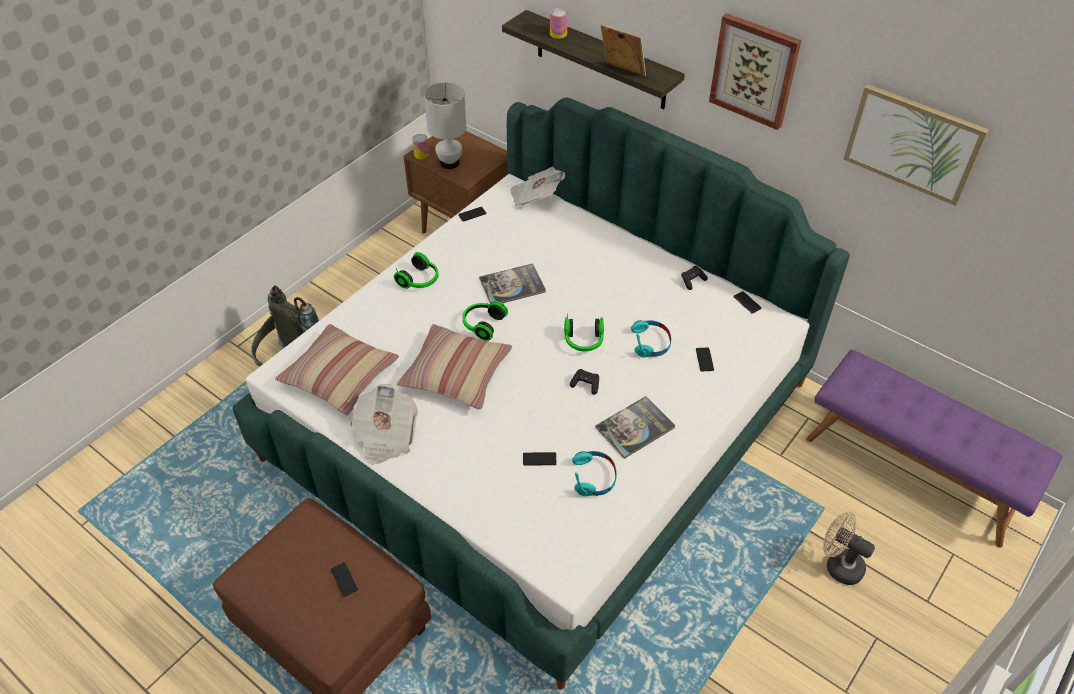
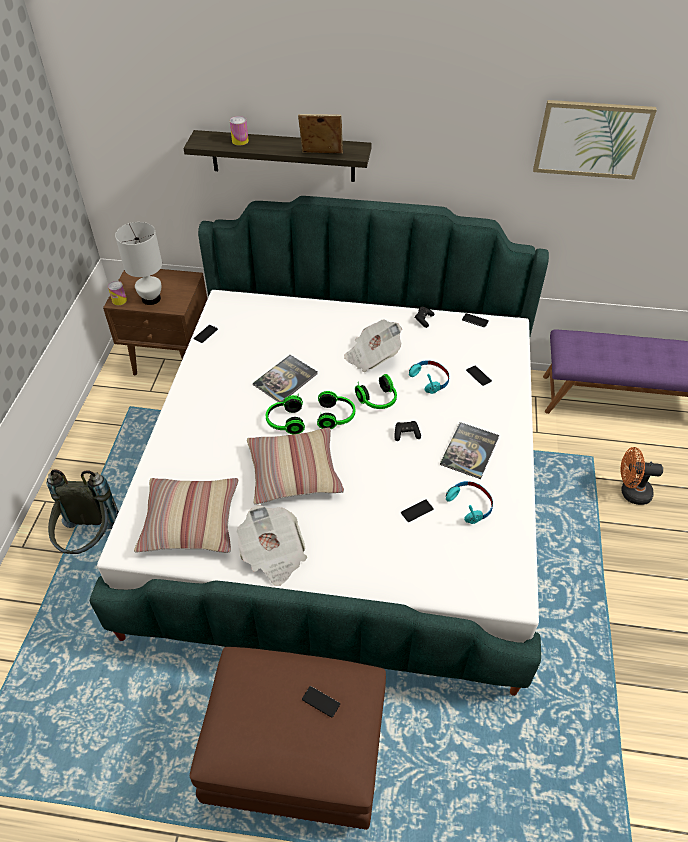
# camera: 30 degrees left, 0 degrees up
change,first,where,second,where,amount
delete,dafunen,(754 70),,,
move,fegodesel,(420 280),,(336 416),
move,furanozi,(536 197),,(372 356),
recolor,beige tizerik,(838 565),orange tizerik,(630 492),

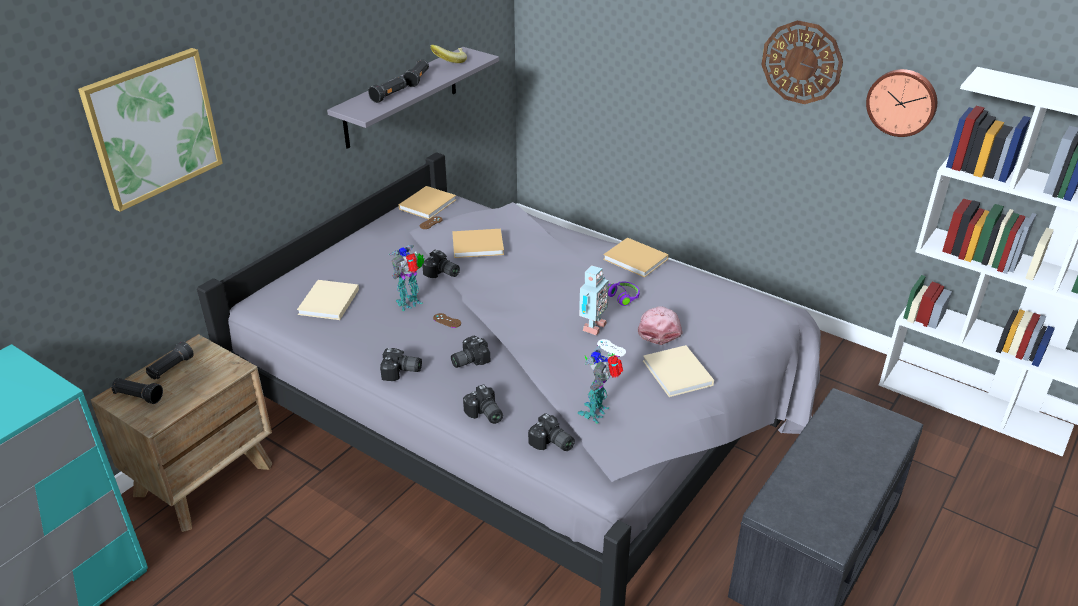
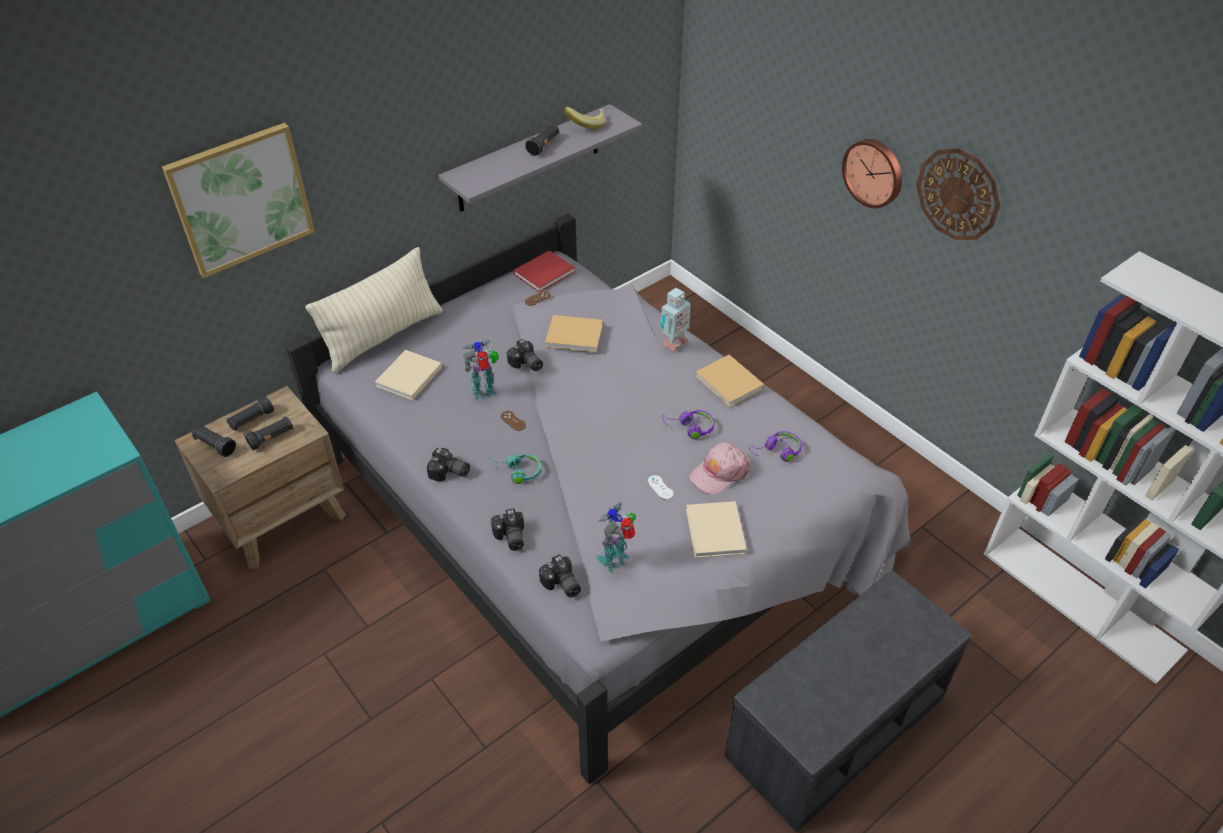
# camera: 15 degrees right, 10 degrees up
change,first,where,second,where,amount
insert,,,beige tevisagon,(383 336),
insert,,,purple fegodesel,(777 451),
move,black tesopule,(389 96),,(271 438),
move,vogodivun,(592 327),,(673 343),
move,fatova,(902 102),,(874 172),
replace,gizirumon,(468 360),turquoise fegodesel,(517 471),
recolor,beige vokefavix,(428 204),red vokefavix,(545 272),
rotate,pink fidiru,(659 328),,(719 473),150 degrees counterclockwise

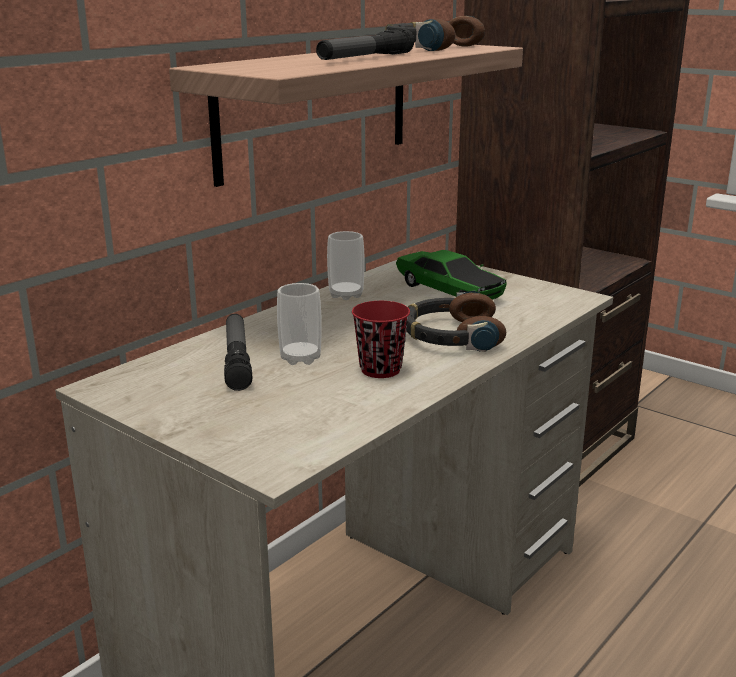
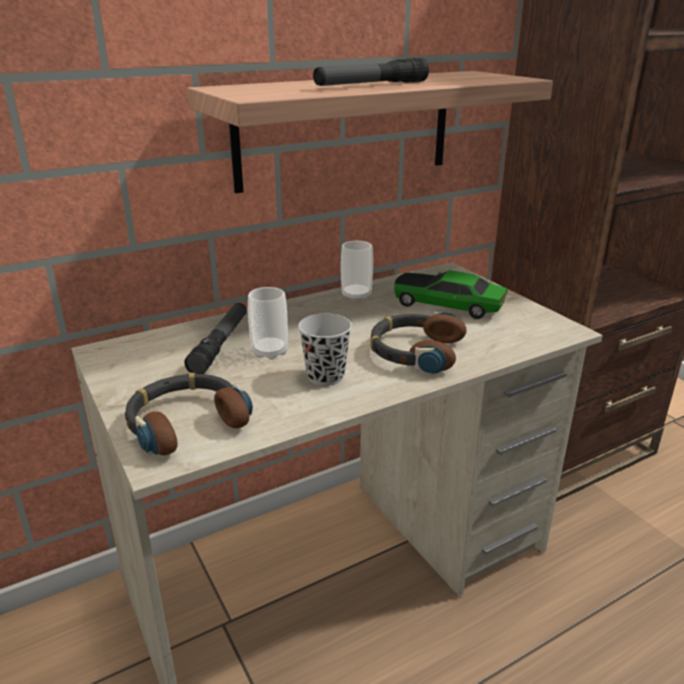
# camera: 20 degrees right, 5 degrees up
change,first,where,second,where,amount
move,fegodesel,(430 47),,(186 422),
recolor,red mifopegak,(380 370),black mifopegak,(325 376),
rotate,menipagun,(449 291),,(447 306),135 degrees clockwise

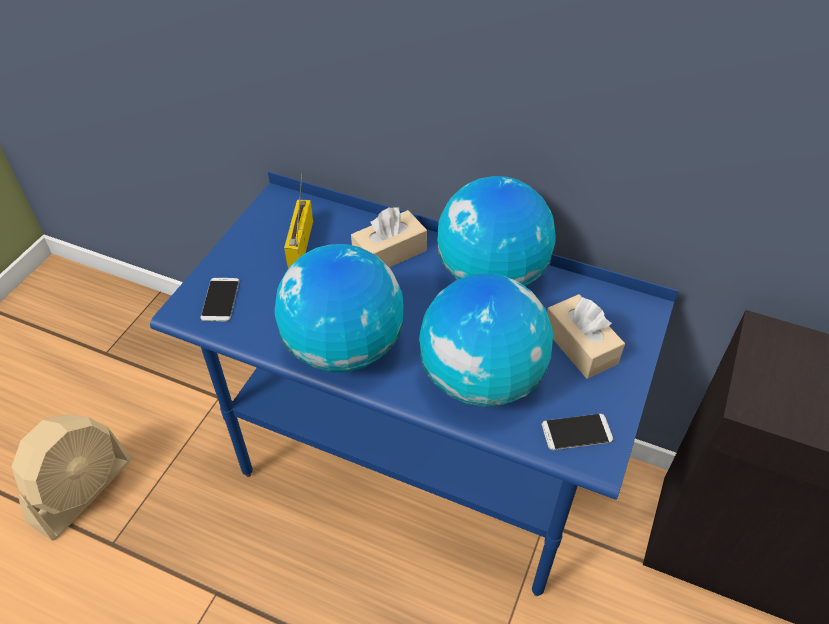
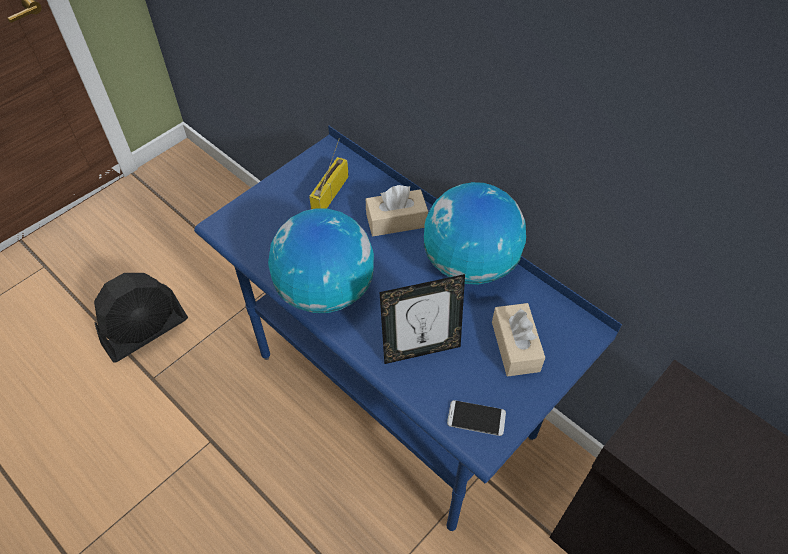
# camera: 20 degrees right, 5 degrees up
change,first,where,second,where,amount
delete,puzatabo,(220 300),,,
replace,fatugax,(481 379),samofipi,(421 349),
recolor,beige tizerik,(82 490),black tizerik,(146 331),

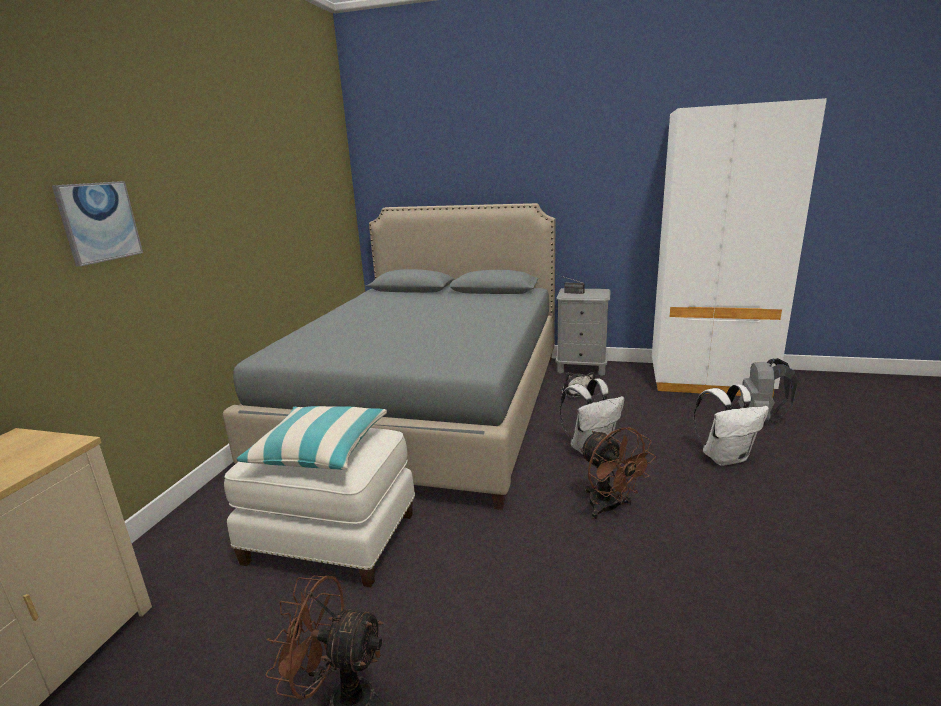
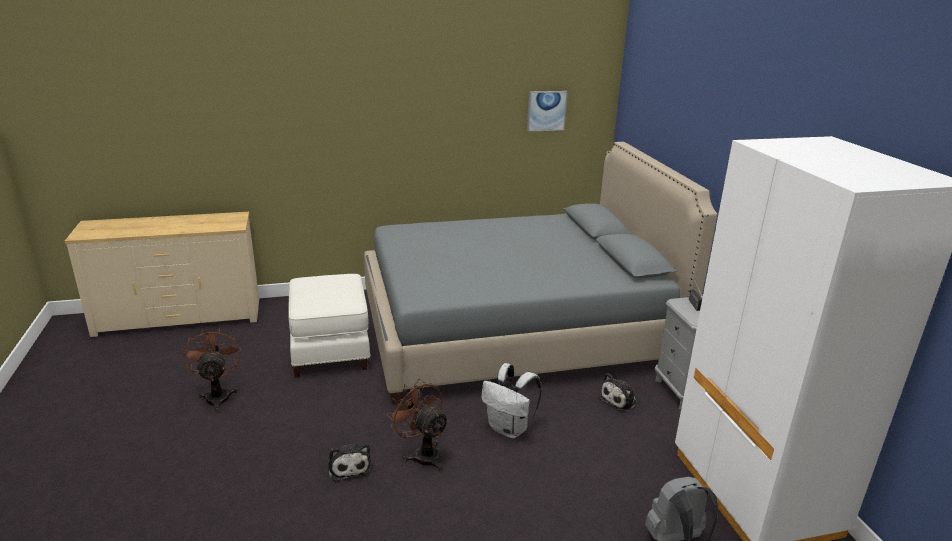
# camera: 60 degrees right, 5 degrees up
change,first,where,second,where,amount
delete,tevisagon,(319 450),,,
delete,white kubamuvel,(725 457),,,
insert,,,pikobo,(348 466),
move,dafunen,(99 222),,(546 111),
rotate,brown tizerik,(609 508),,(422 454),105 degrees clockwise

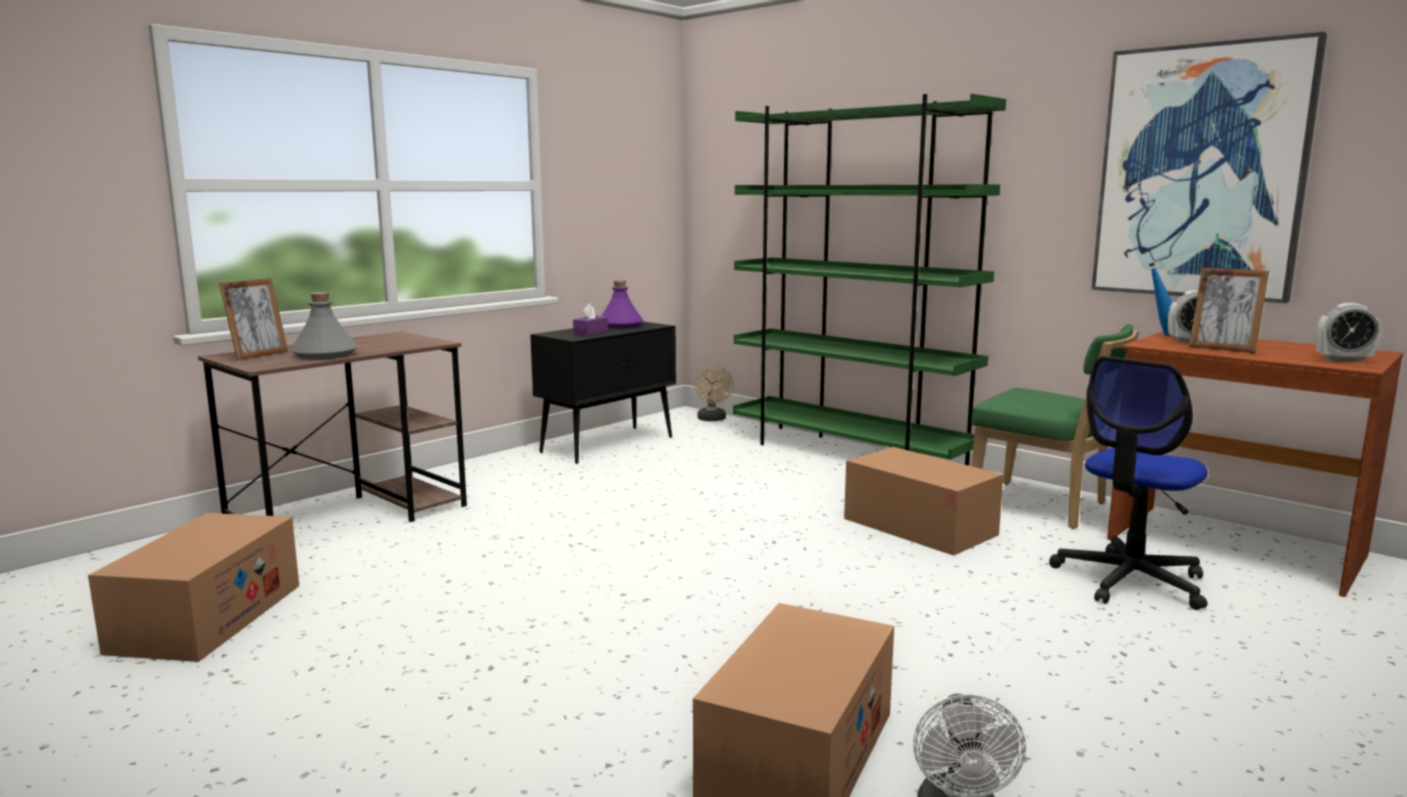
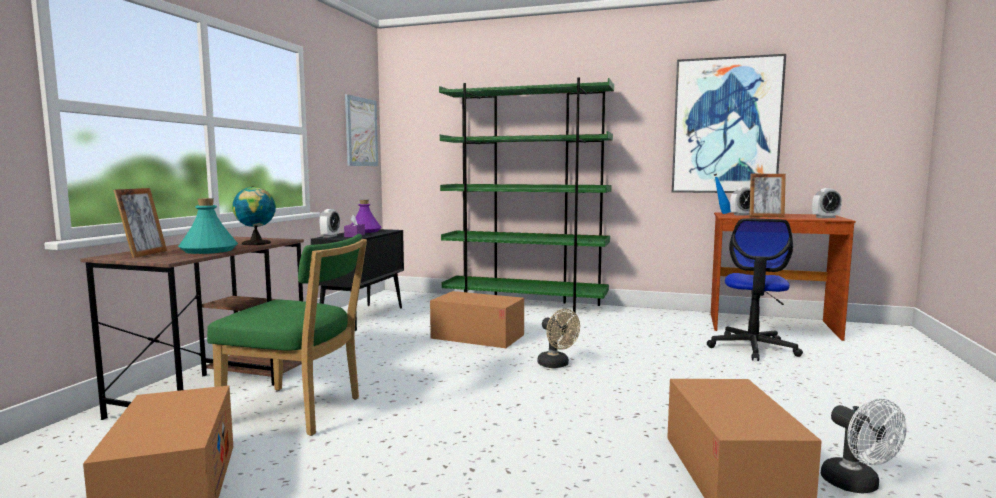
# camera: 25 degrees left, 5 degrees down
change,first,where,second,where,amount
insert,,,fatugax,(256 243),
insert,,,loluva,(330 236),
insert,,,dafunen,(361 132),
move,beige tizerik,(713 419),,(556 365),
move,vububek,(919 526),,(477 336),
move,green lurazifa,(1044 507),,(298 412),
recolor,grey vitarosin,(324 355),turquoise vitarosin,(208 250),

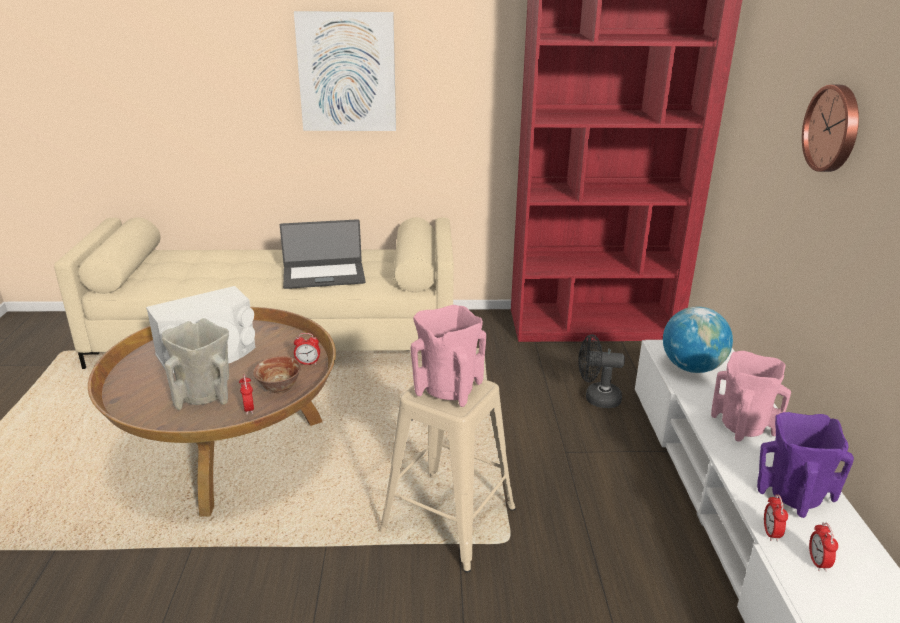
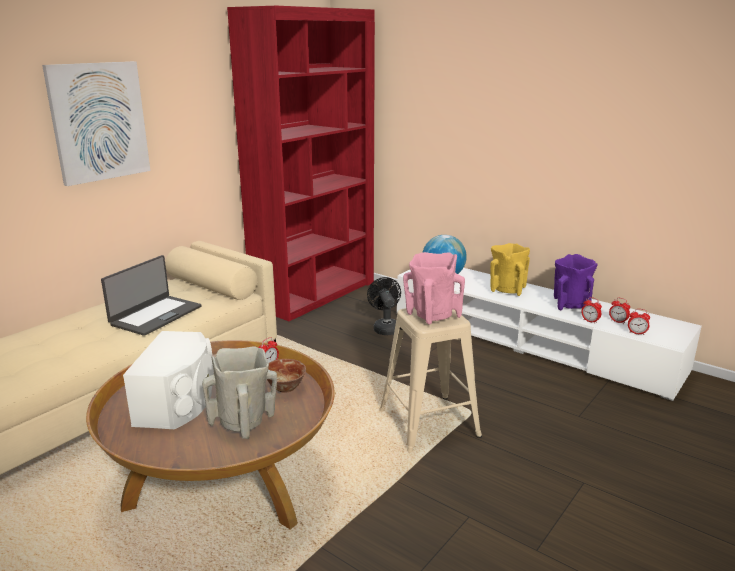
# camera: 50 degrees left, 5 degrees down
change,first,where,second,where,amount
delete,fatova,(833 128),,,
move,loluva,(249 409),,(636 333),
recolor,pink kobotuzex,(743 426),yellow kobotuzex,(507 290),
rotate,black tizerik,(596 398),,(385 328),120 degrees clockwise

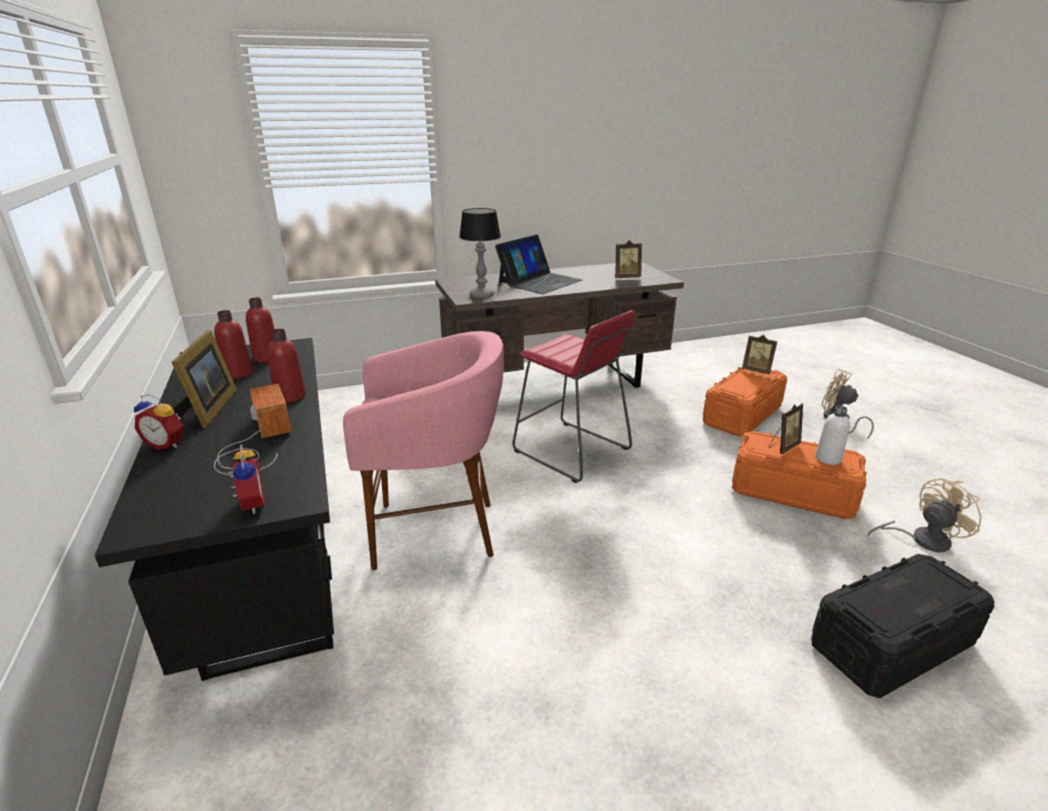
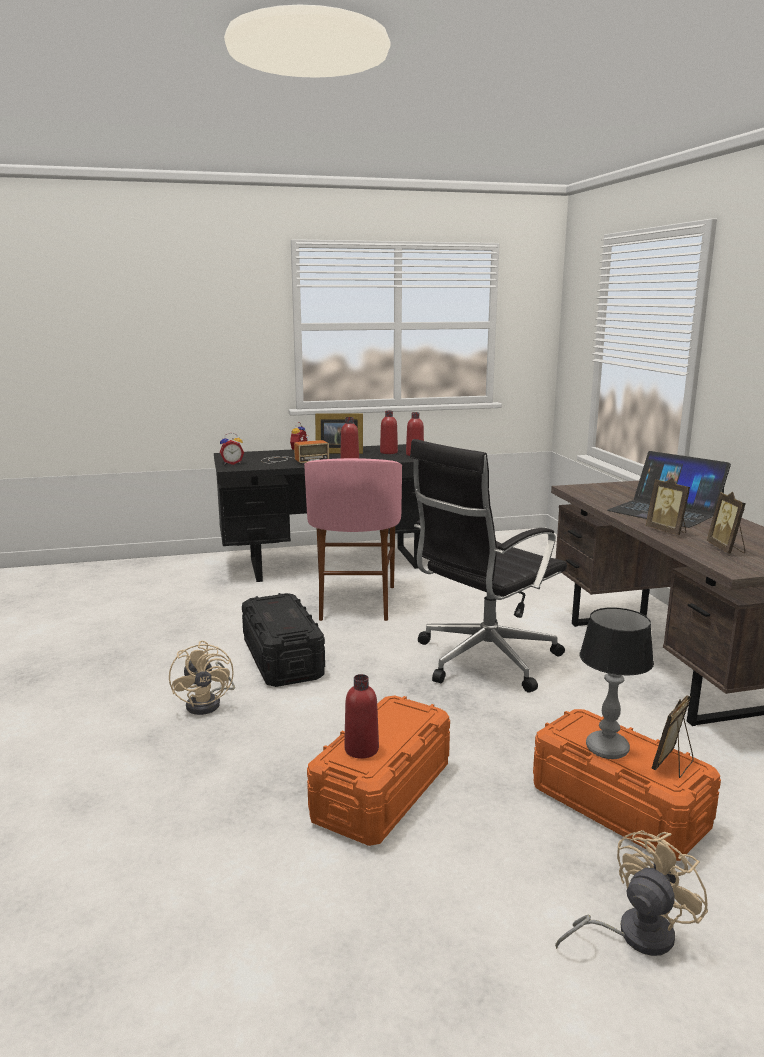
# camera: 95 degrees right, 10 degrees down
change,first,where,second,where,amount
move,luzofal,(481 296),,(606 748),
move,samofipi,(783 447),,(667 531),
move,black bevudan,(890 644),,(282 658),
move,beige tizerik,(921 540),,(209 703),
replace,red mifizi,(571 451),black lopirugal,(483 660),
recolor,white vitarosin,(828 458),red vitarosin,(361 749),

